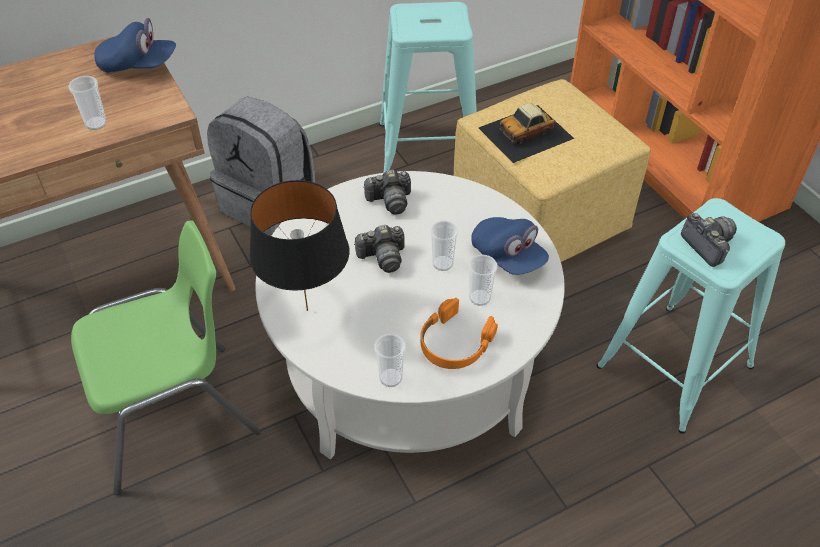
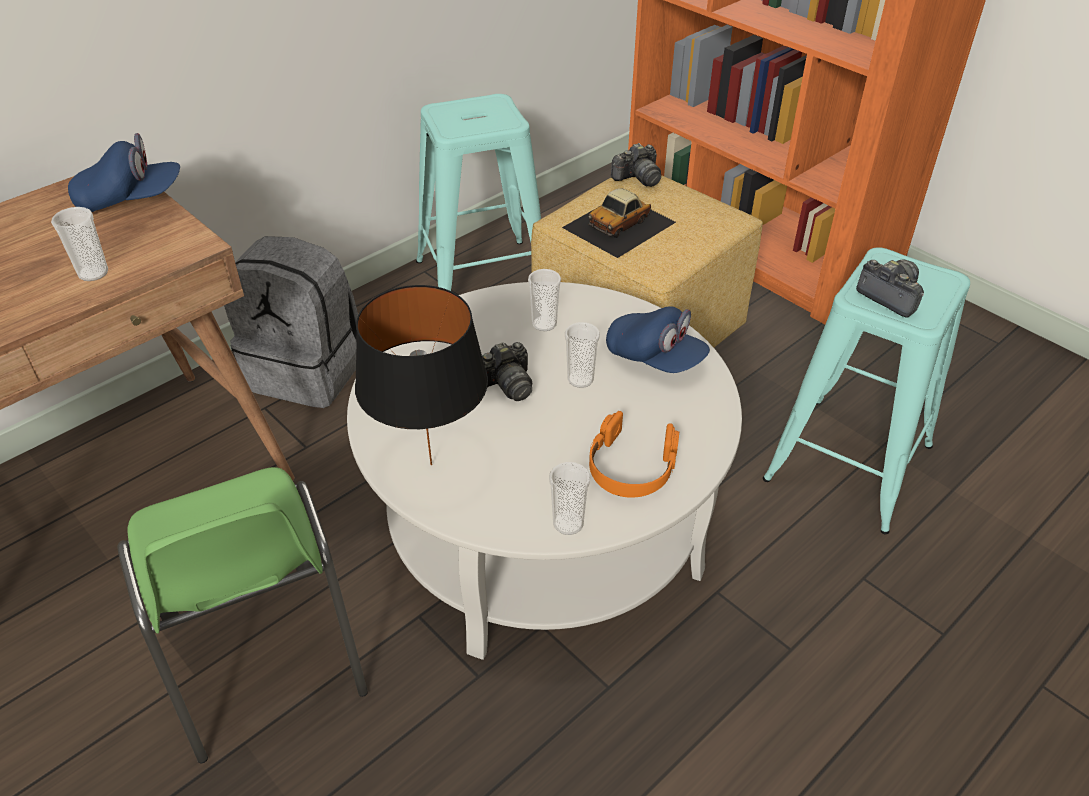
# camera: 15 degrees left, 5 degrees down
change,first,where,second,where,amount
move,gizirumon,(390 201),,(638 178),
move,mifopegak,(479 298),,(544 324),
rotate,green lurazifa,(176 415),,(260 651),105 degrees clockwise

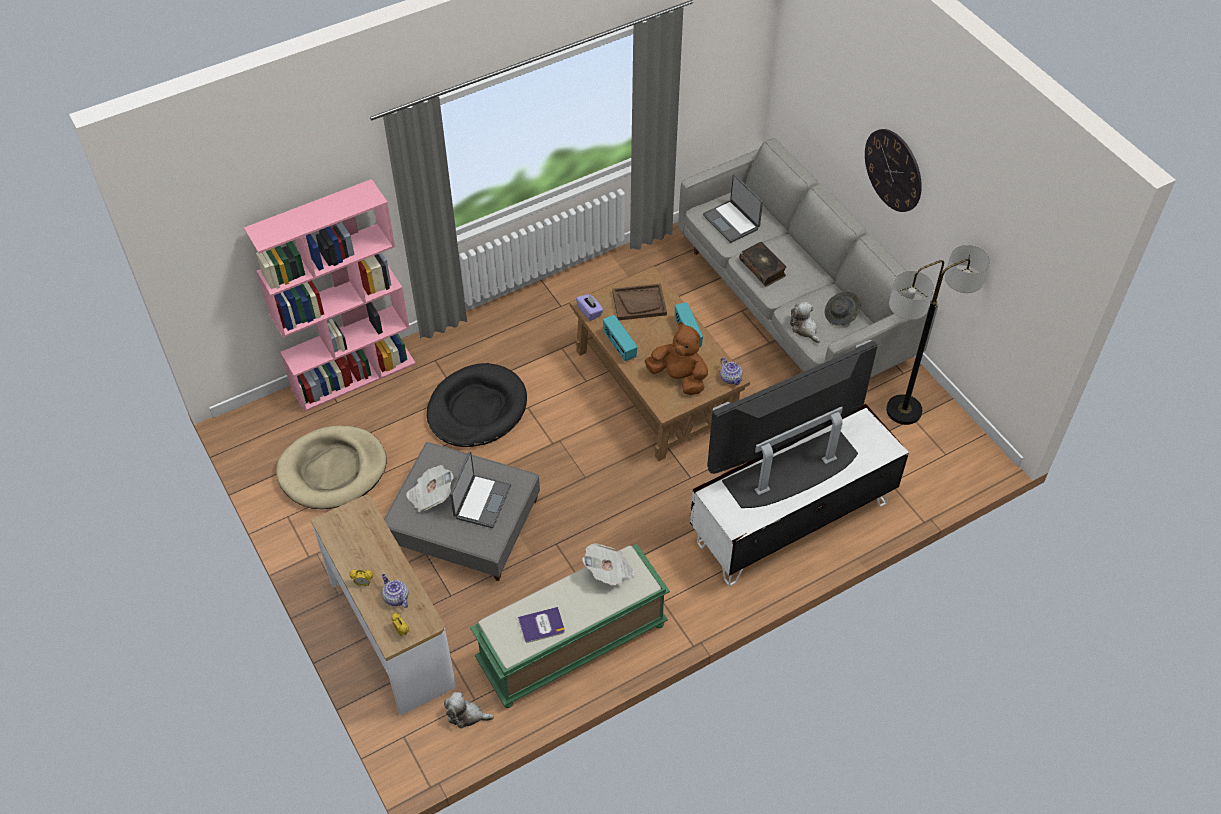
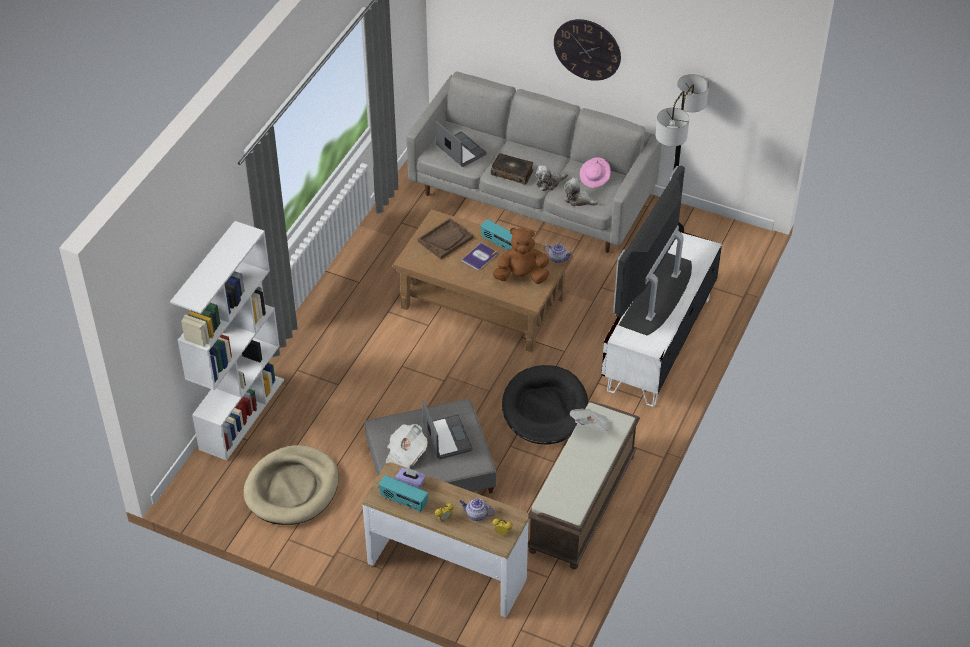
# camera: 35 degrees left, 5 degrees down
change,first,where,second,where,amount
move,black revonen,(477 409),,(544 408),
move,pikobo,(466 715),,(549 183),
move,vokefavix,(541 625),,(480 257),
move,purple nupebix,(590 312),,(411 484),
move,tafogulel,(619 346),,(403 501),
recolor,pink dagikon,(354 375),white dagikon,(241 413),
recolor,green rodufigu,(572 645),brown rodufigu,(583 504),
recolor,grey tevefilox,(841 315),pink tevefilox,(595 178),
rotate,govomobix,(732 222),,(460 151),150 degrees counterclockwise

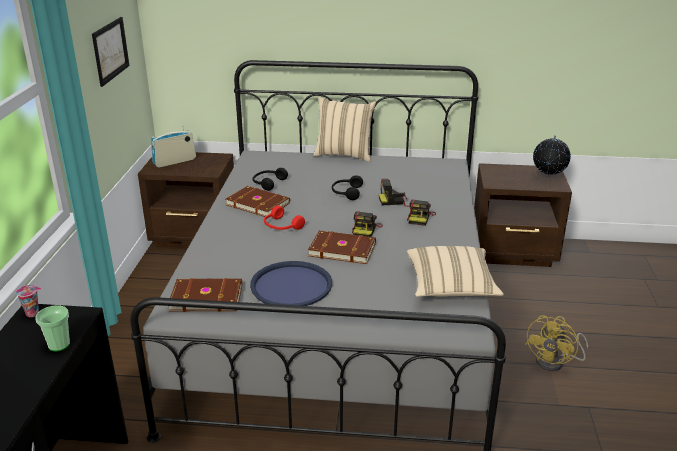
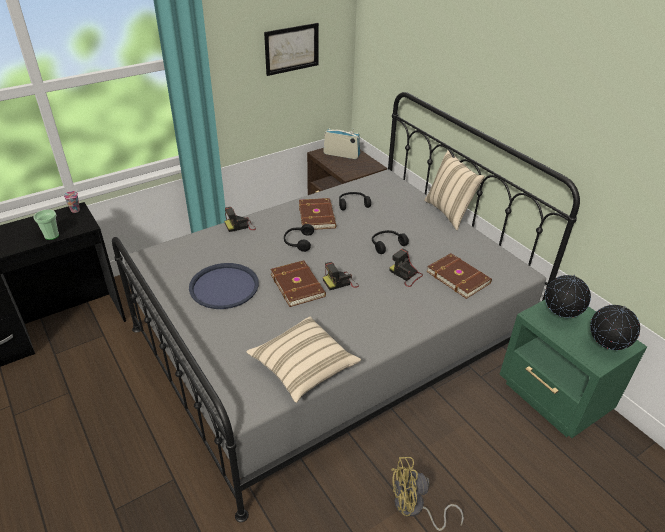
# camera: 50 degrees right, 10 degrees up
change,first,where,second,where,amount
insert,,,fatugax,(560 316),
move,brown vokefavix,(206 297),,(458 277),
move,gizirumon,(420 218),,(240 226),
recolor,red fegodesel,(281 226),black fegodesel,(298 242),
recolor,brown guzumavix,(514 253),green guzumavix,(553 398),

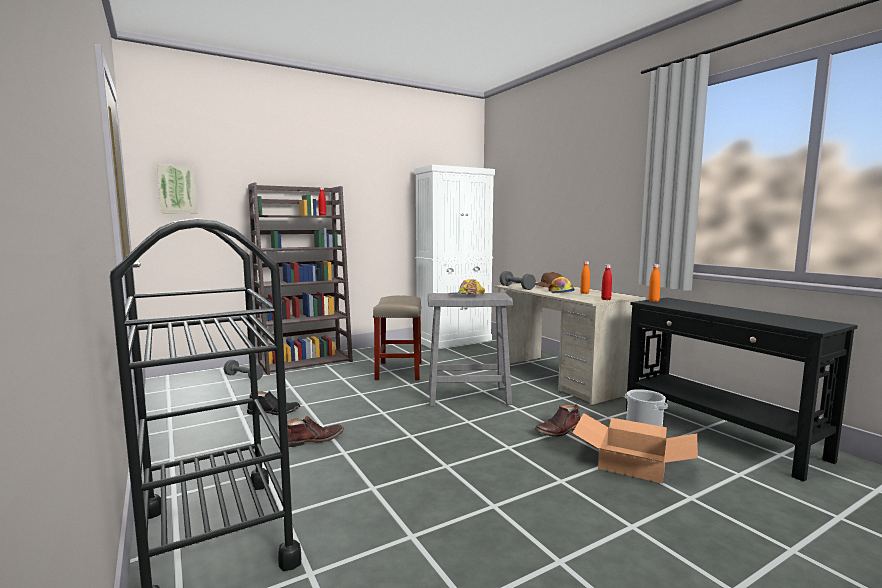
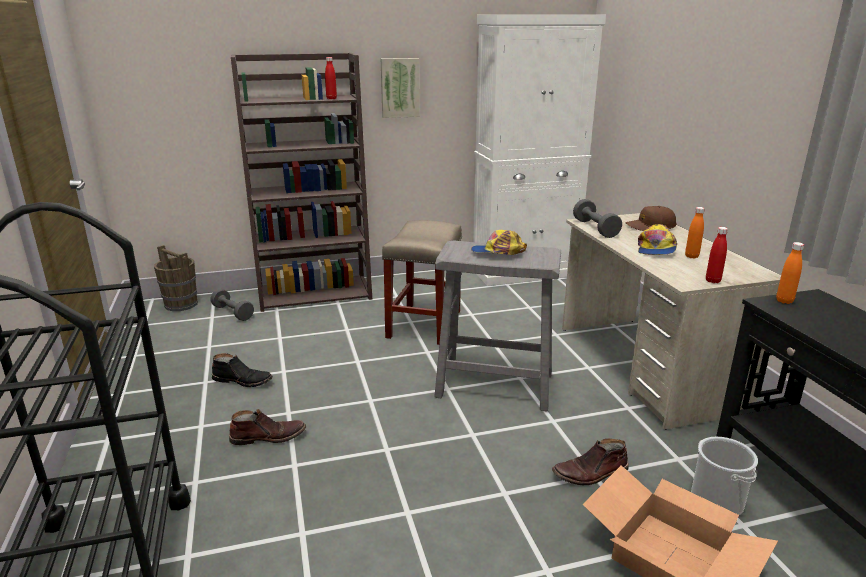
# camera: 15 degrees right, 15 degrees up
change,first,where,second,where,amount
insert,,,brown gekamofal,(181 304),
move,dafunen,(177 189),,(399 87),

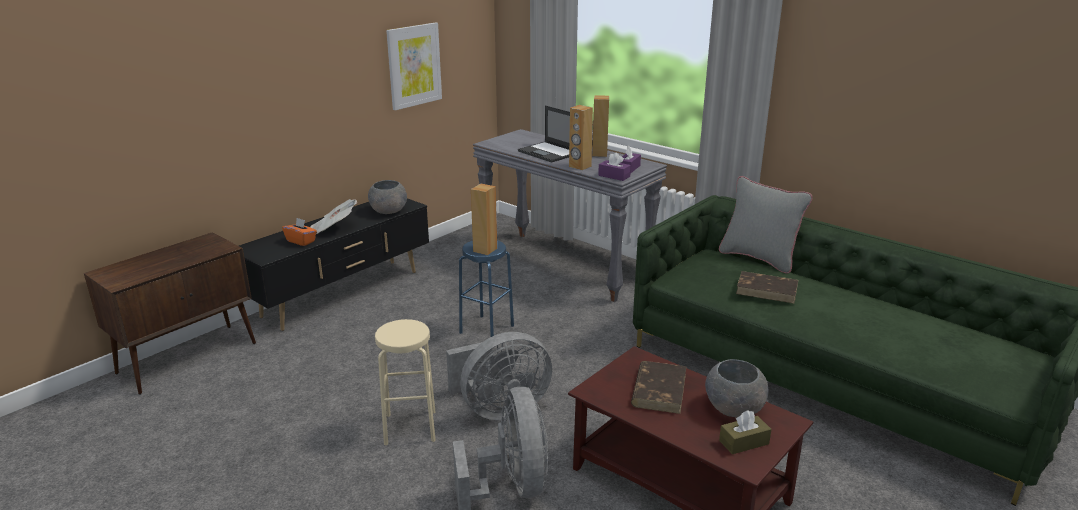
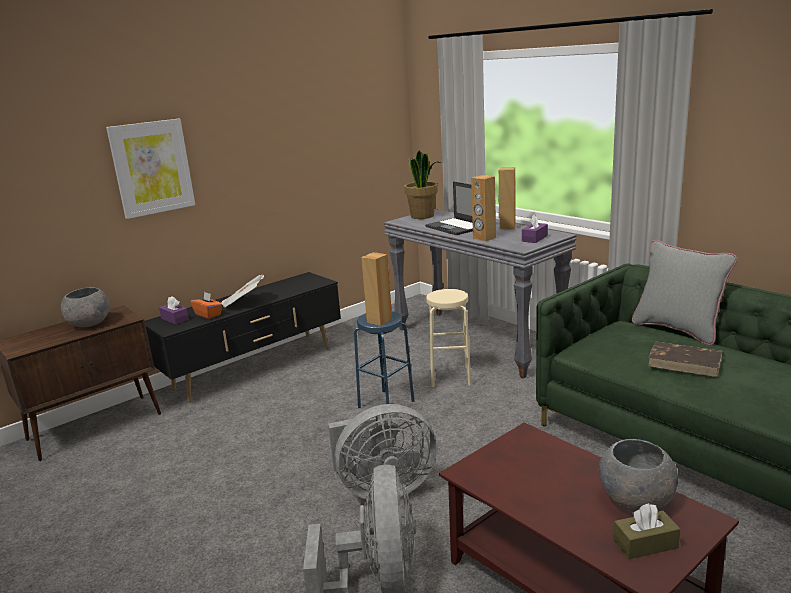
# camera: 10 degrees right, 5 degrees down
change,first,where,second,where,amount
delete,brown vokefavix,(659 390),,,
insert,,,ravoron,(423 216),
move,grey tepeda,(388 211),,(89 324),
move,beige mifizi,(410 427),,(450 376),
move,dafunen,(414 65),,(152 168),
move,purple nupebix,(614 176),,(175 319),

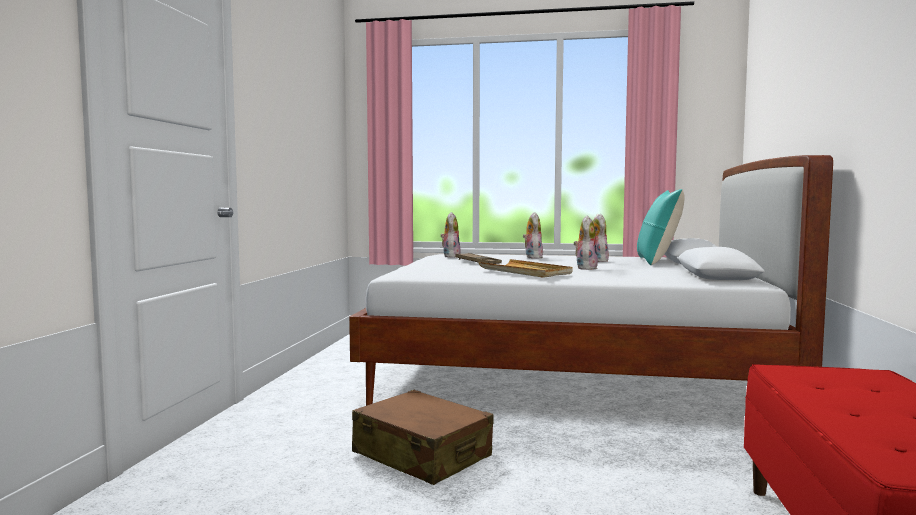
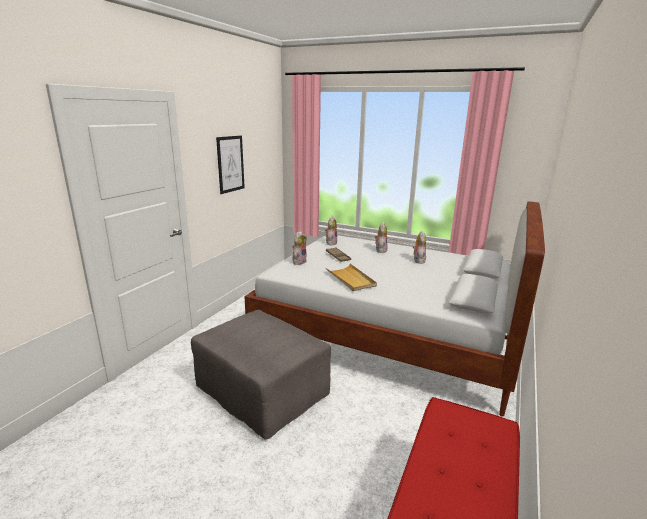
# camera: 15 degrees right, 15 degrees up
change,first,where,second,where,amount
delete,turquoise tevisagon,(657 261),,,
insert,,,dafunen,(230 164),
move,pikobo,(585 268),,(299 261),
replace,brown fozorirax,(422 455),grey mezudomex,(261 391),

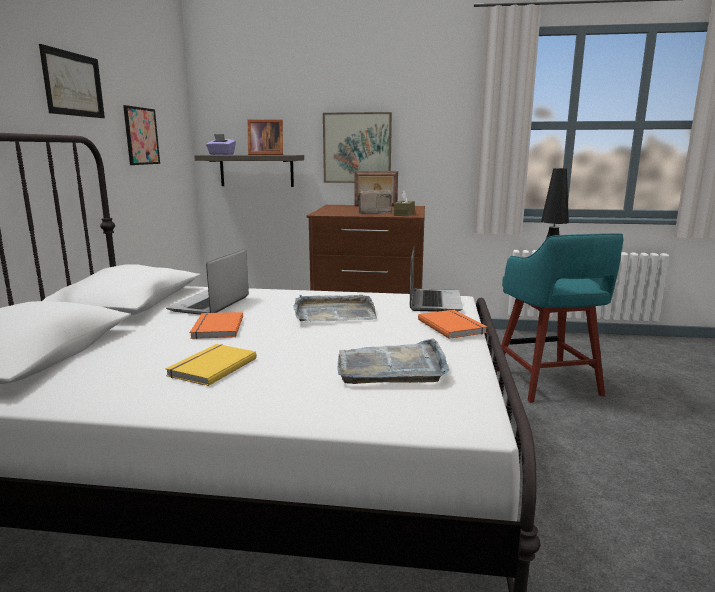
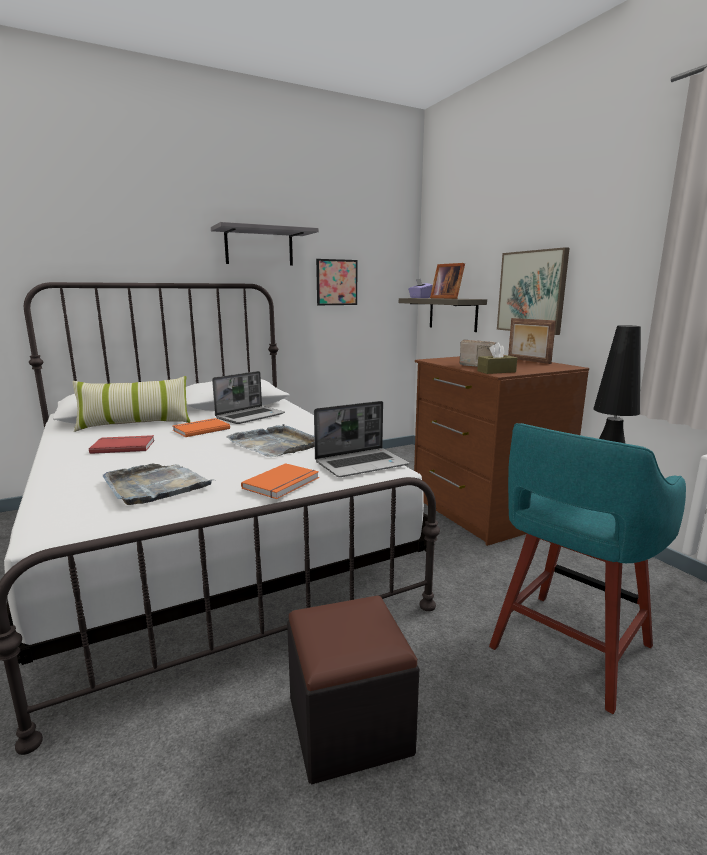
# camera: 55 degrees right, 0 degrees up
change,first,where,second,where,amount
insert,,,tevisagon,(135 424),
insert,,,black mezudomex,(349 725),
replace,dafunen,(73 84),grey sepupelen,(259 247),
recolor,yellow vokefavix,(210 367),red vokefavix,(123 446),
rotate,govomobix,(210 304),,(250 416),150 degrees clockwise

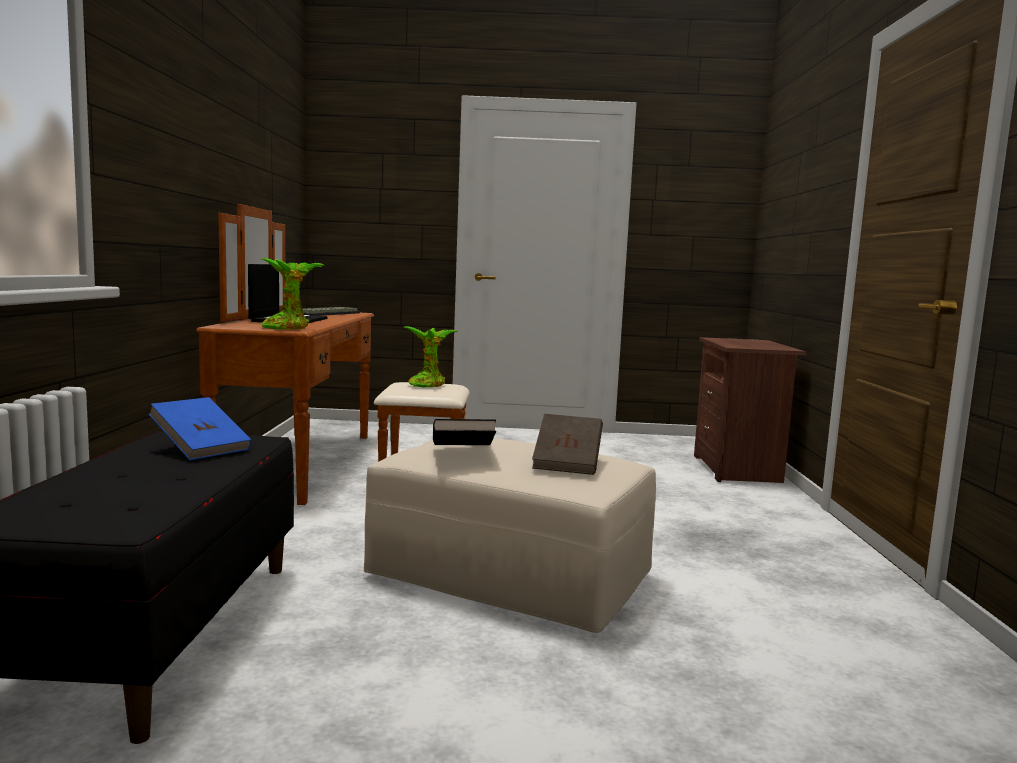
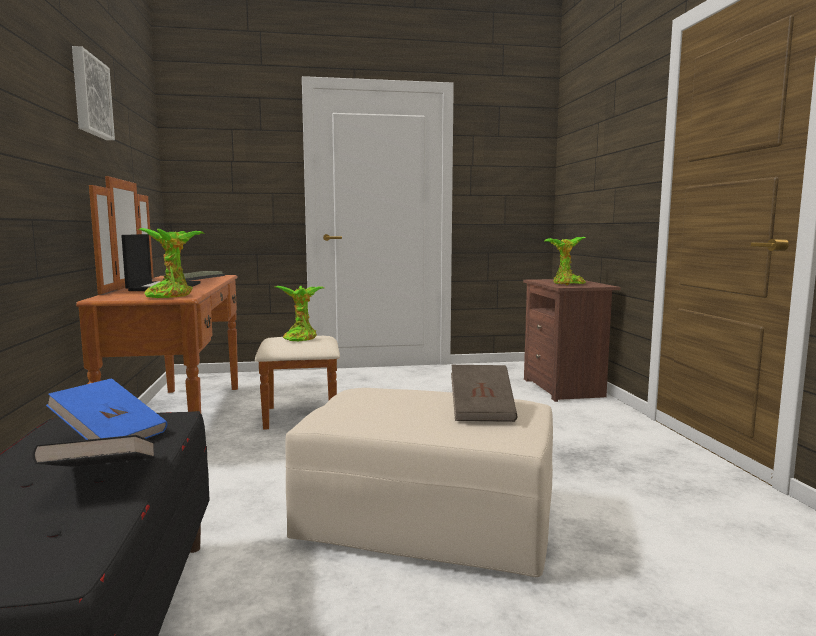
# camera: 10 degrees left, 0 degrees up
change,first,where,second,where,amount
insert,,,dafunen,(90 96),
insert,,,ravoron,(566 284),
move,black vokefavix,(462 453),,(102 480),

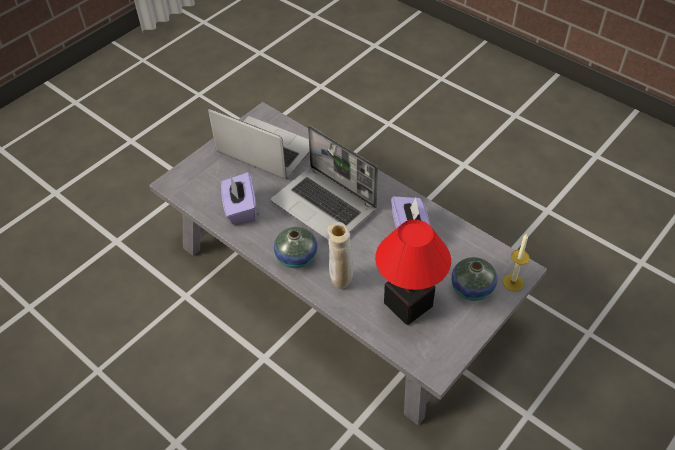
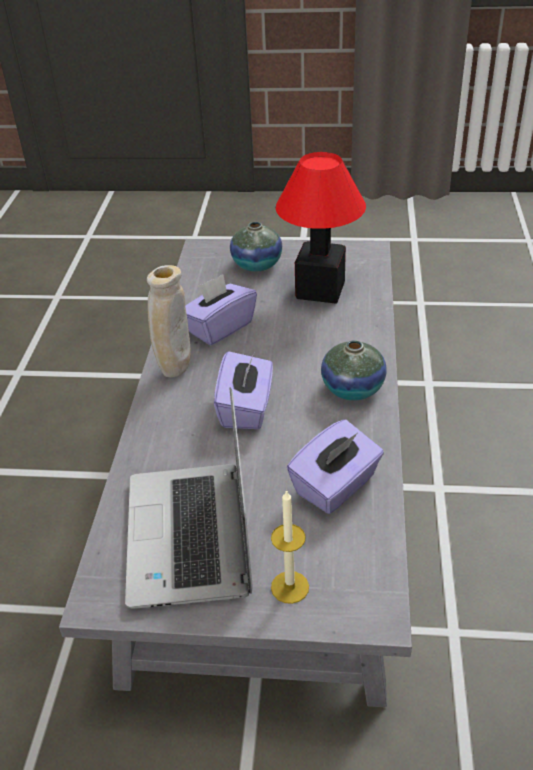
# camera: 125 degrees left, 10 degrees down
change,first,where,second,where,amount
move,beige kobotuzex,(341 282),,(175 370),
move,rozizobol,(513 282),,(290 587),
replace,govomobix,(325 206),purple nupebix,(246 408),

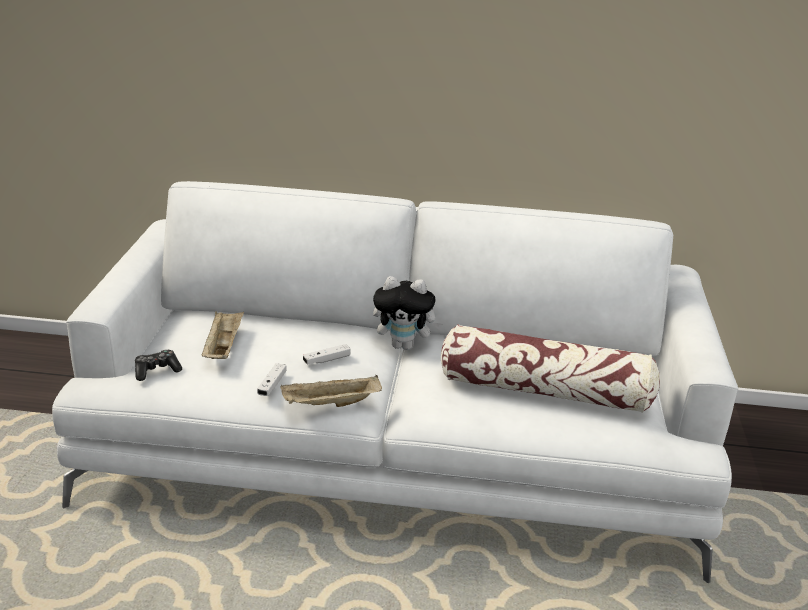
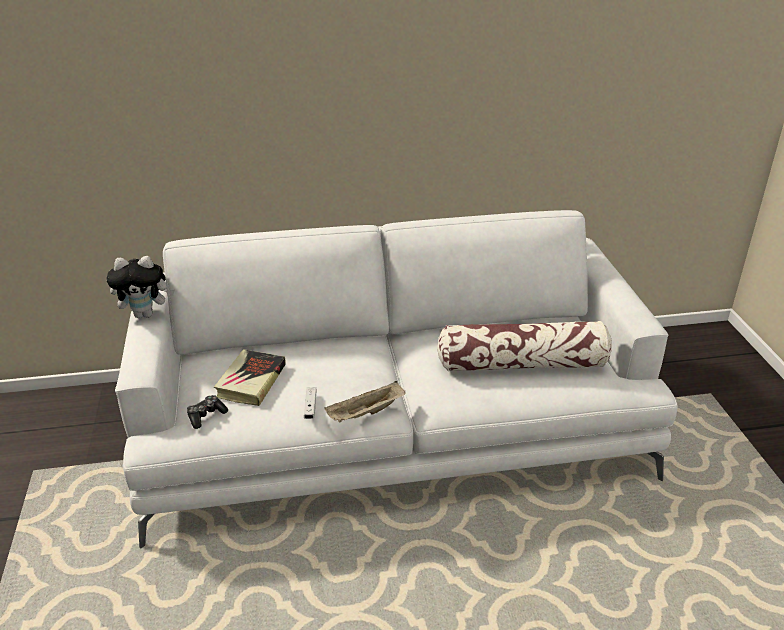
# camera: 15 degrees left, 5 degrees up
change,first,where,second,where,amount
delete,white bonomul,(326 360),,,
move,pikobo,(404 345),,(146 314),
replace,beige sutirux,(223 347),vokefavix,(251 381),

